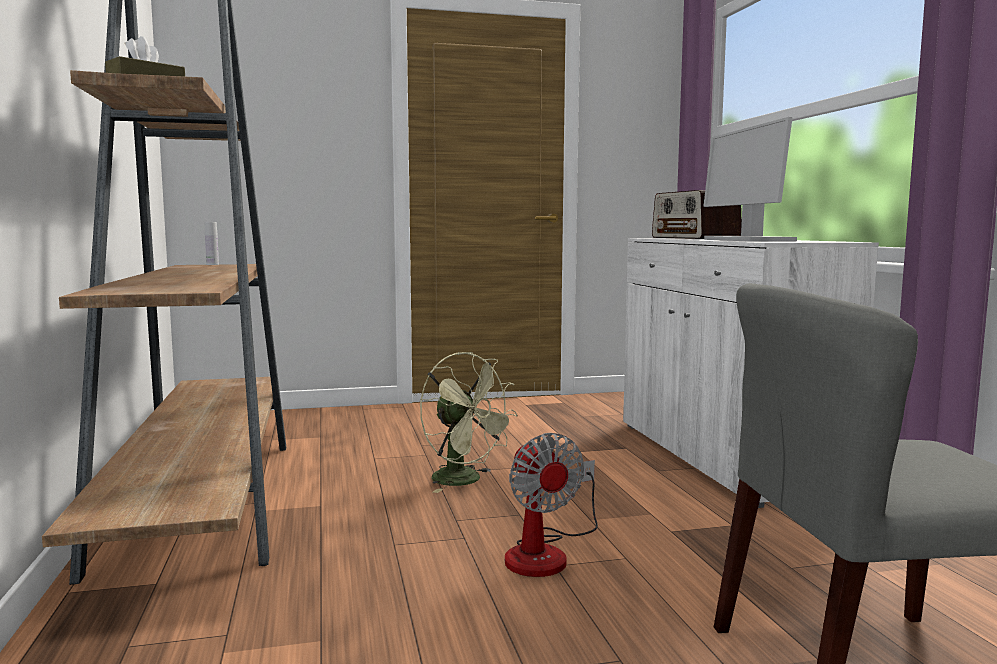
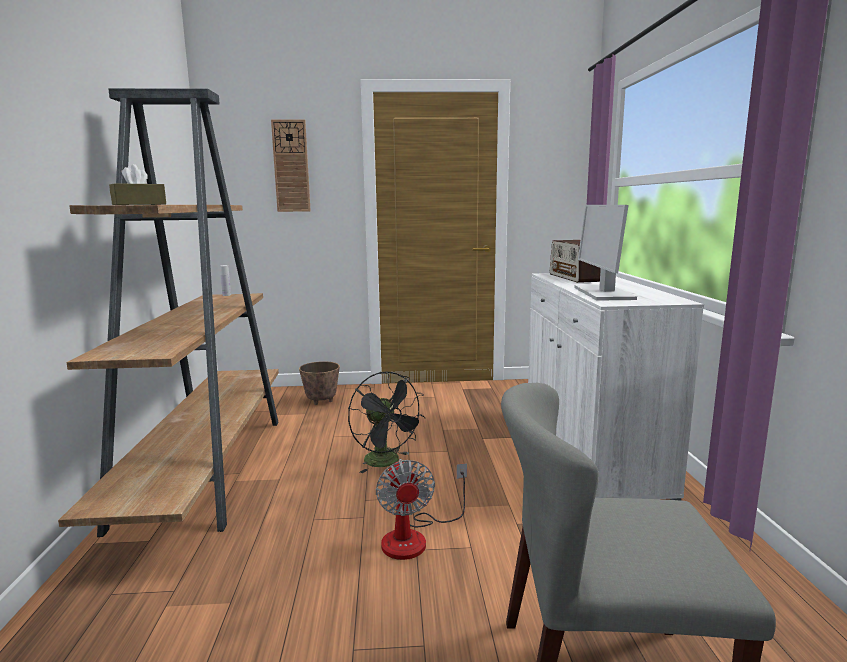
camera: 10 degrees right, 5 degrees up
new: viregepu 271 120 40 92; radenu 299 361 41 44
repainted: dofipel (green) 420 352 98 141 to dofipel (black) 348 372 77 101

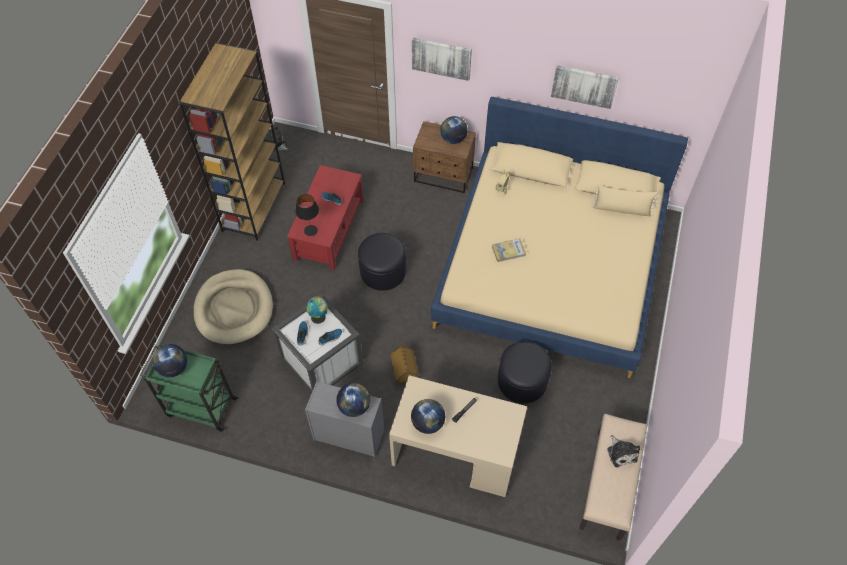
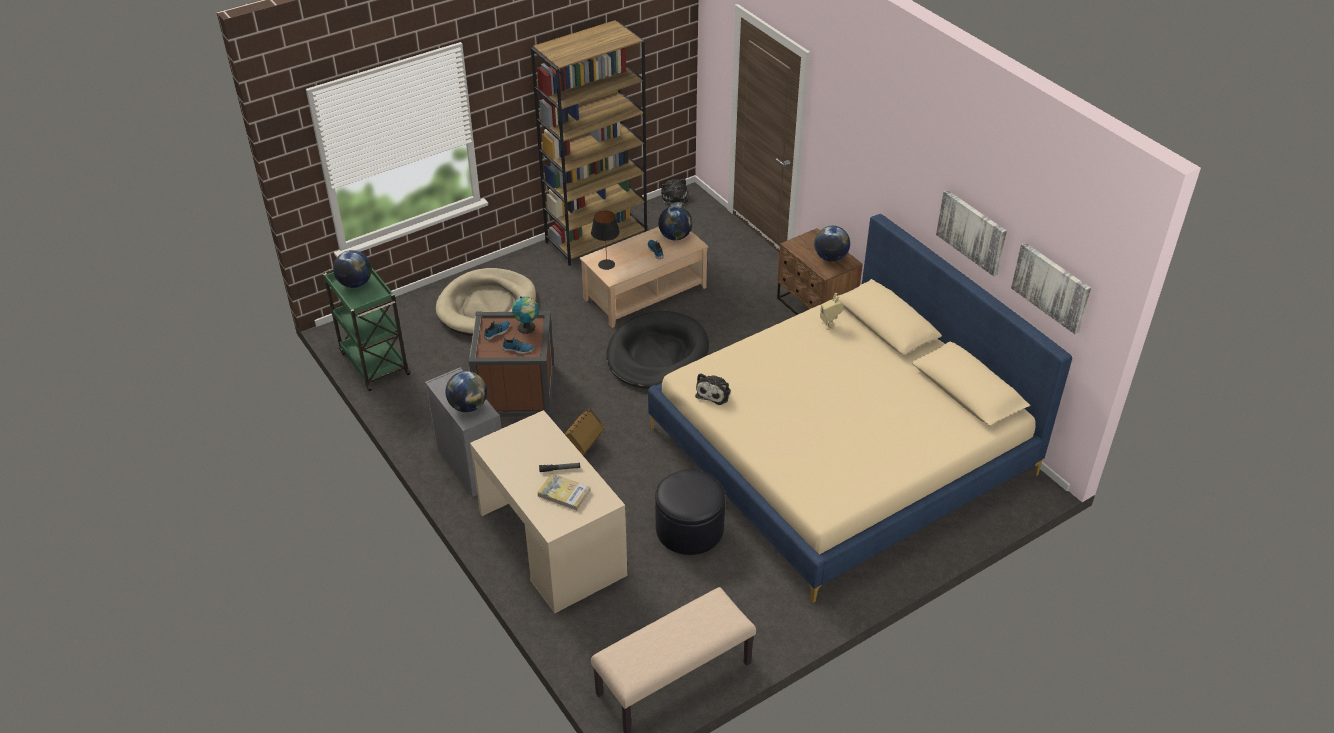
camera: 40 degrees right, 15 degrees down
gone: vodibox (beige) 591 185 68 31
shifted: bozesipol 412 38 60 43 to 1011 243 80 91; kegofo 492 238 34 24 to 537 473 53 38; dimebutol 411 399 34 35 to 658 206 35 34; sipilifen 607 435 33 32 to 695 373 36 32
swapped: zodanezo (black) 358 233 48 58 to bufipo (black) 607 311 102 78
repainted: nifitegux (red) 287 165 77 105 to nifitegux (beige) 580 227 129 101; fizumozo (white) 272 294 91 99 to fizumozo (brown) 468 311 87 106

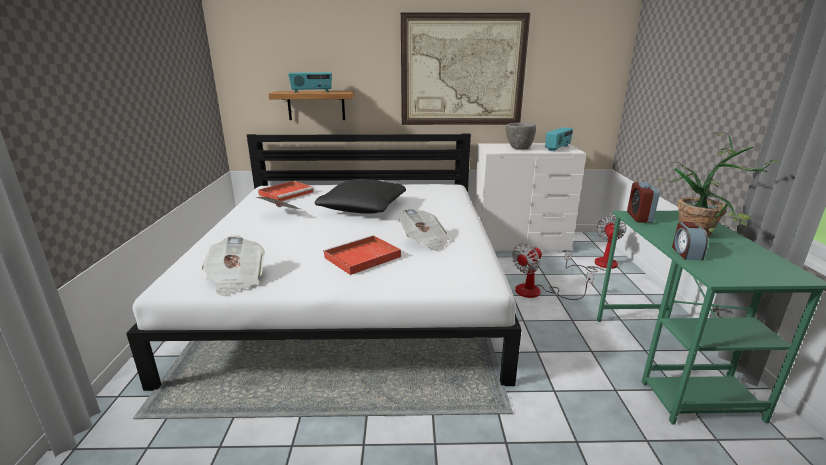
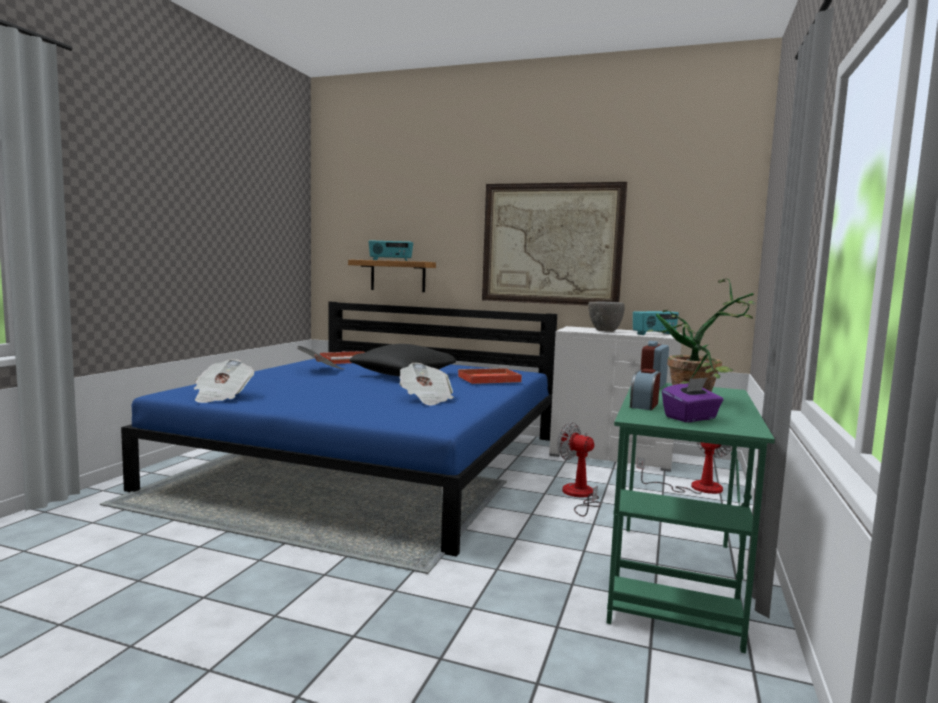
camera: 20 degrees right, 15 degrees down
new: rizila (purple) 662 378 61 44
shifted: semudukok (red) 323 235 78 40 to 458 368 64 16
repainted: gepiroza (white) 126 134 396 257 to gepiroza (blue) 121 302 436 255
rotated: dofipel 512 243 82 57 = 557 422 44 95 60 degrees clockwise

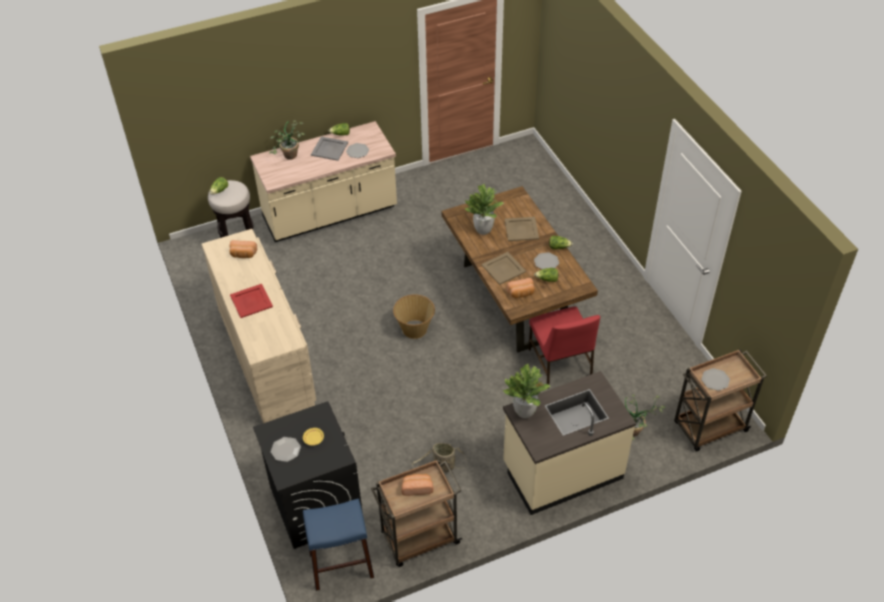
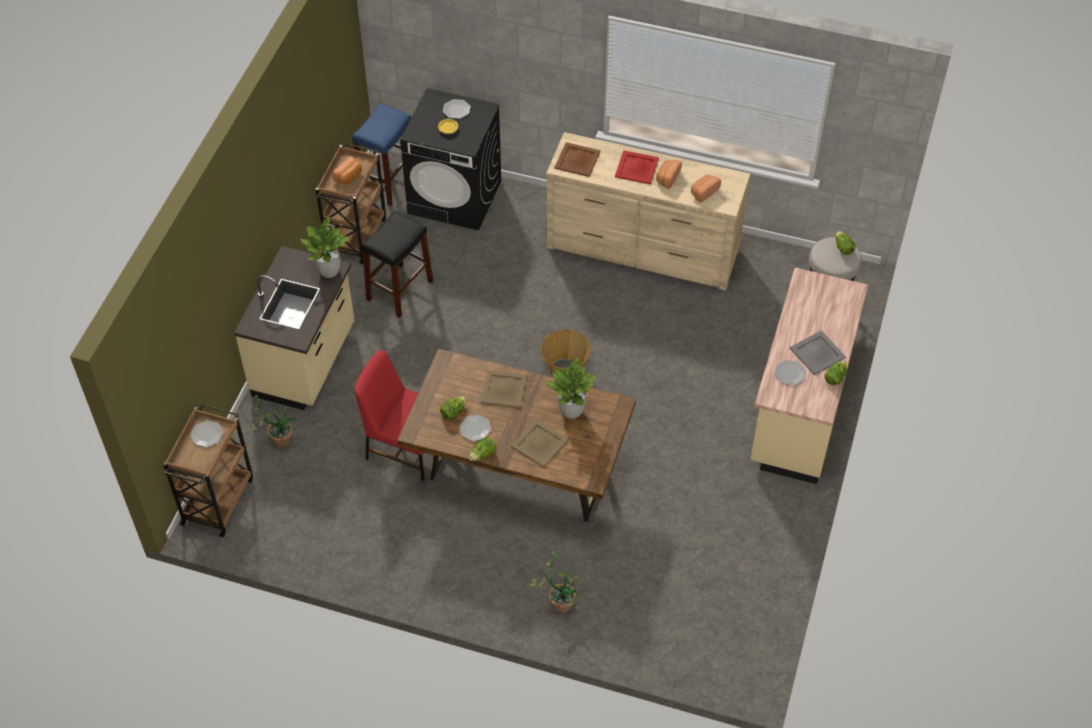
camera: 130 degrees right, 5 degrees up
new: semudukok (brown) 554 142 47 35
shifted: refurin 269 120 36 40 to 530 551 49 62; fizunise 507 278 28 20 to 656 160 26 29
swapped: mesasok 412 443 55 30 to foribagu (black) 361 211 72 107

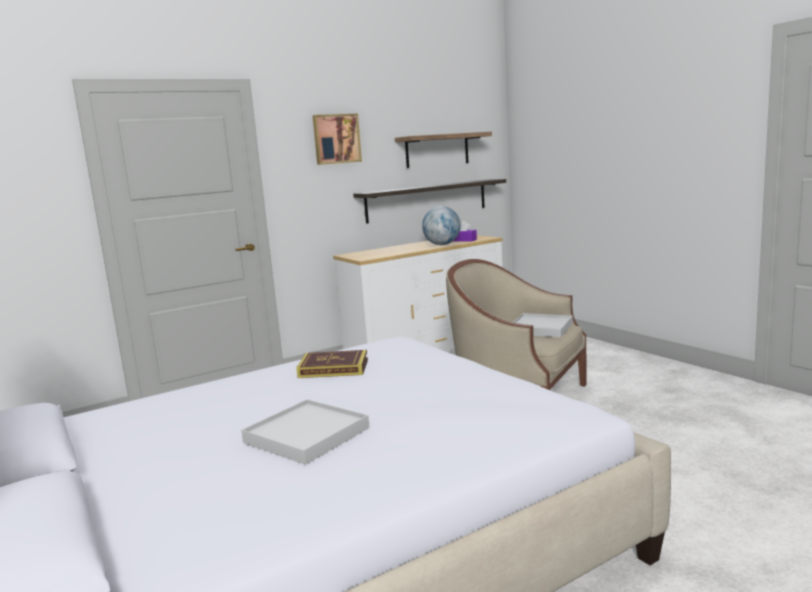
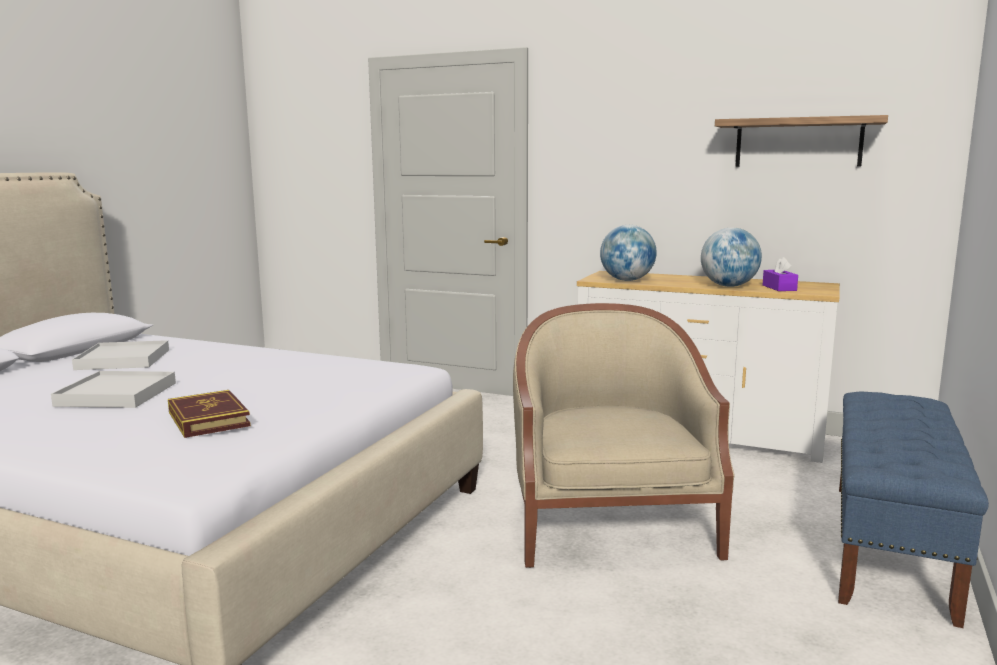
camera: 55 degrees right, 0 degrees up
gone: bozesipol 312 114 50 51; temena 353 179 153 45
new: dimebutol 600 225 57 56; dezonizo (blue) 838 392 151 236
shifted: semudukok (white) 513 313 60 25 to 72 340 97 30; kegofo 296 350 72 28 to 168 390 83 48

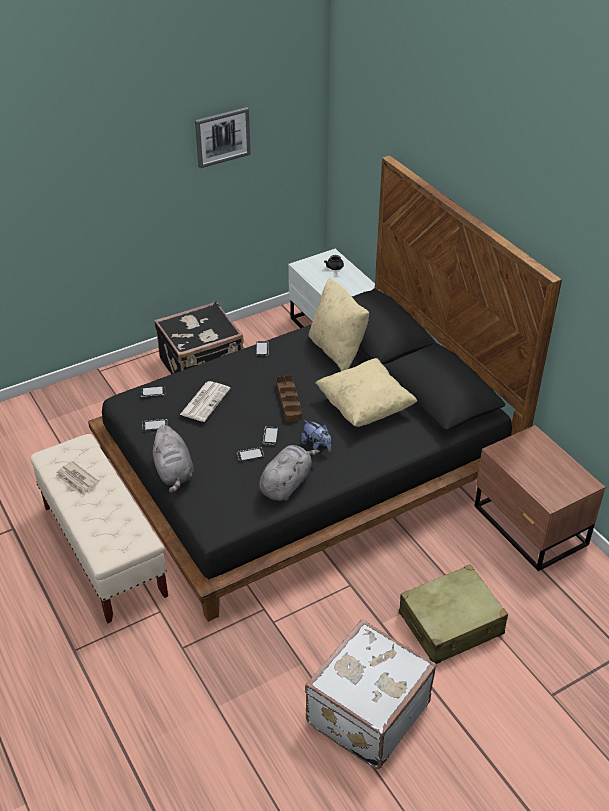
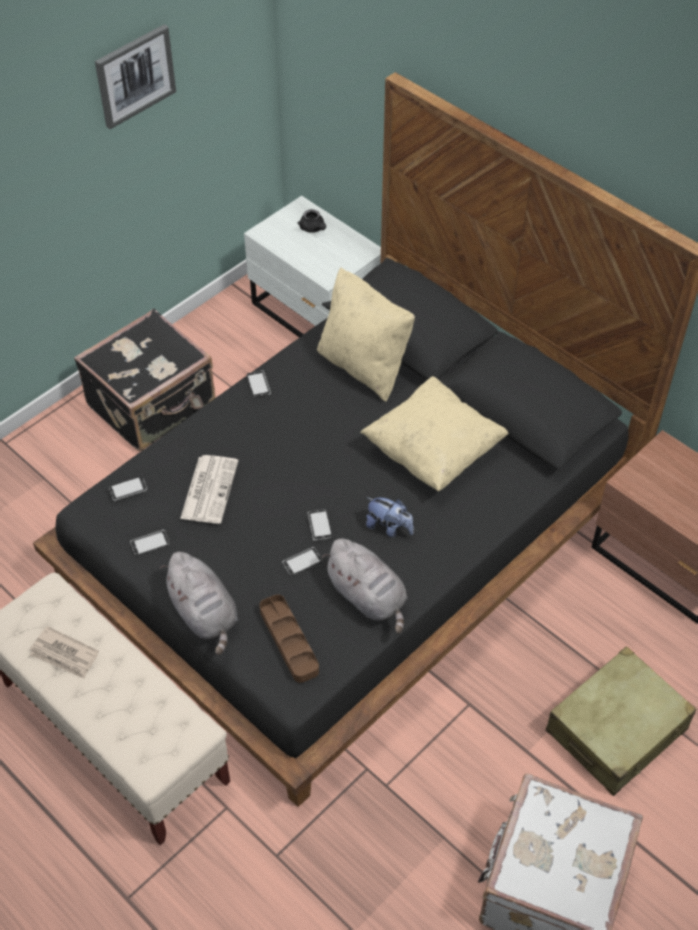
camera: 15 degrees left, 10 degrees up
shifted: semudukok (brown) 276 375 26 47 to 260 594 59 89
rotated: sipilifen (grey) 259 445 61 56 = 322 539 86 95 120 degrees clockwise

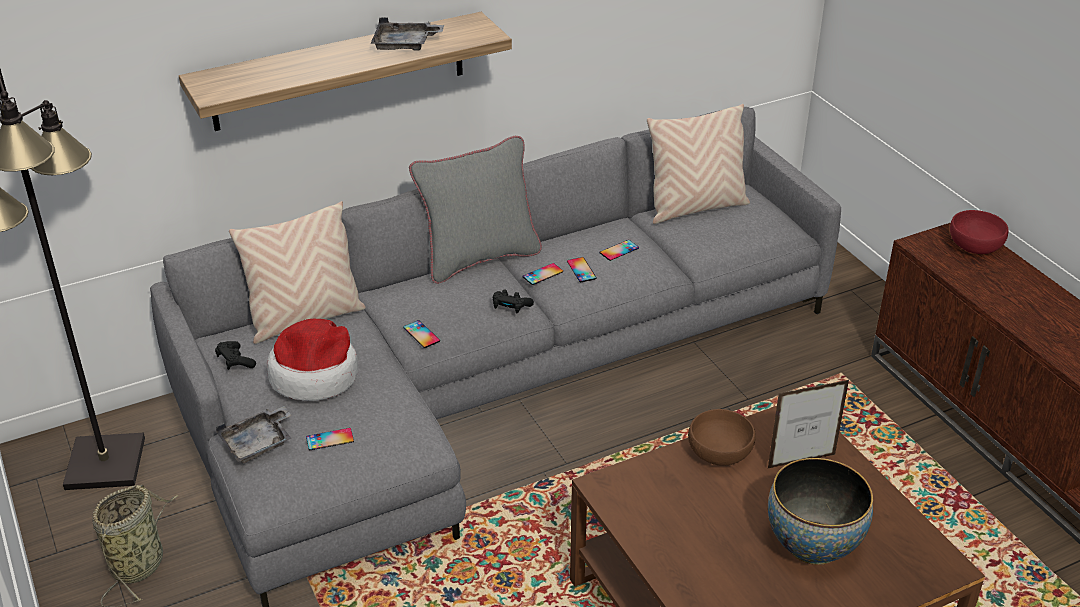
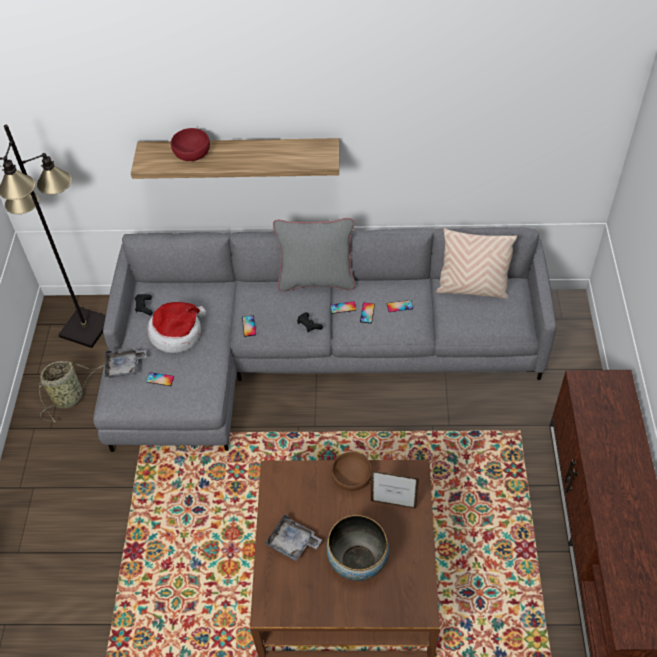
camera: 30 degrees right, 15 degrees up
gone: vodibox (beige) 229 201 137 143
shifted: semudukok (grey) 371 17 73 34 to 264 514 58 47; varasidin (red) 950 210 59 44 to 171 128 39 33

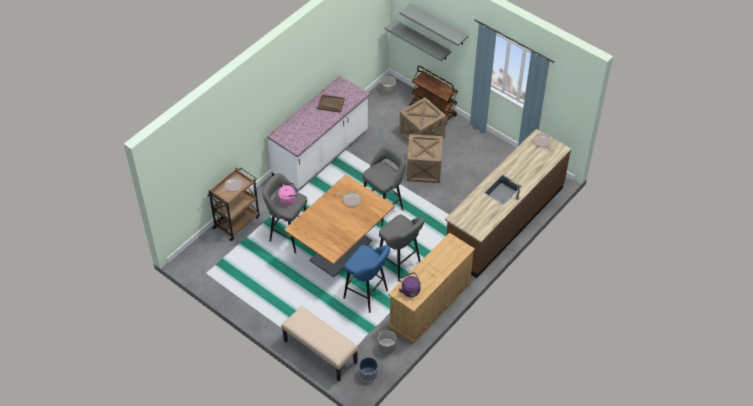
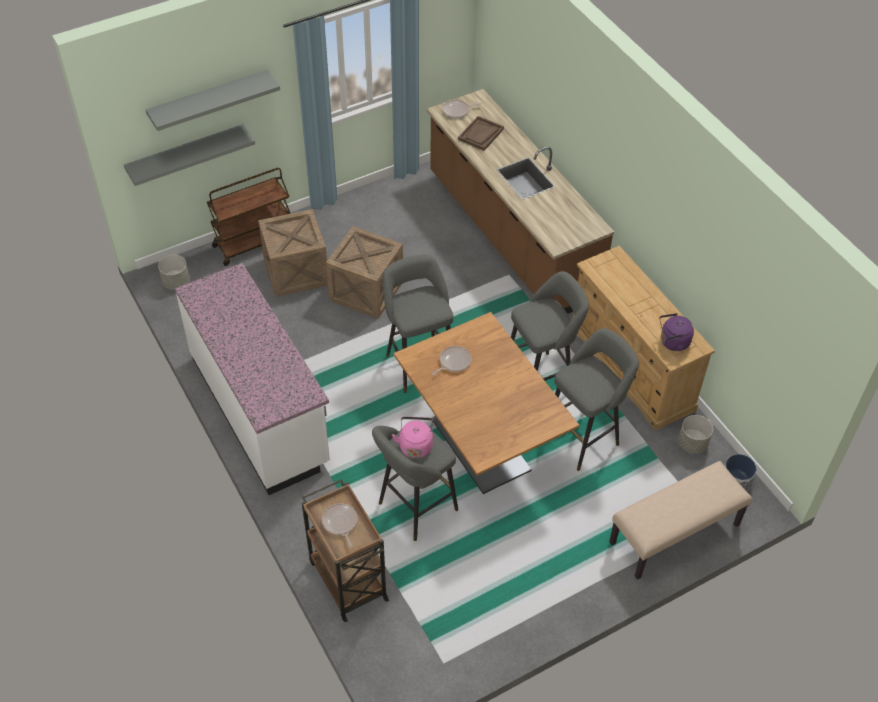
camera: 70 degrees left, 0 degrees up
shifted: semudukok (brown) 317 95 28 18 to 458 116 46 35
repainted: foribagu (blue) 343 245 47 68 to foribagu (grey) 555 328 84 143

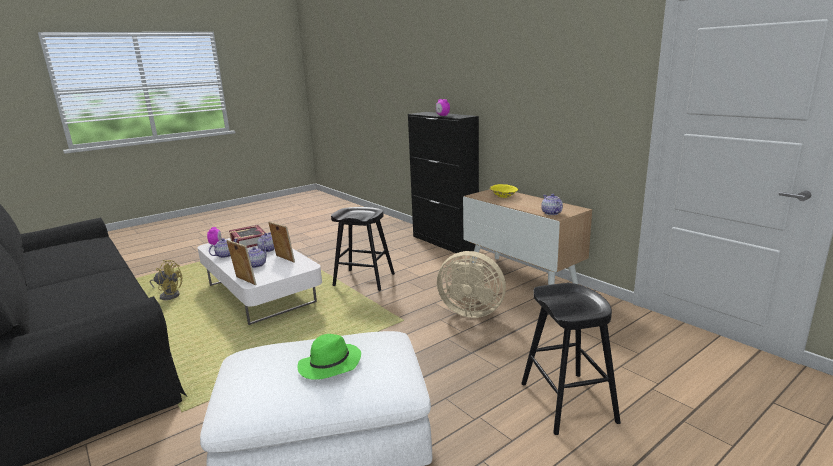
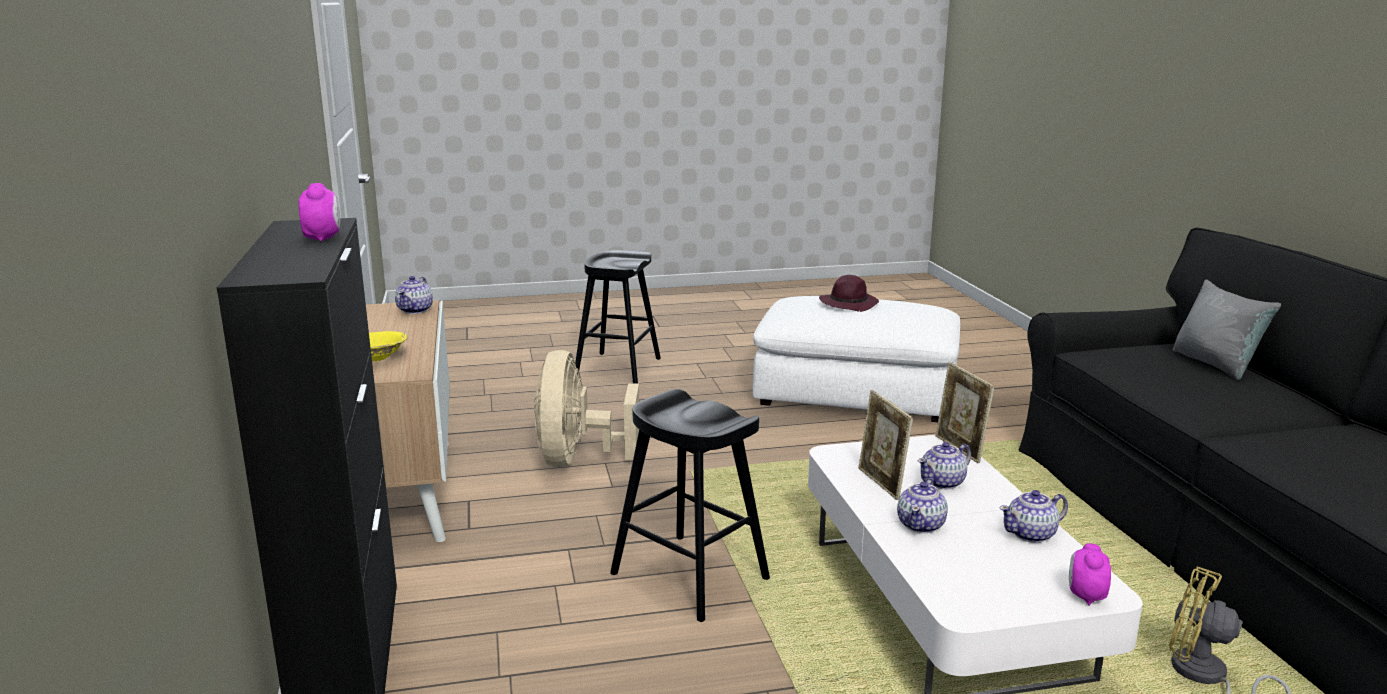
camera: 155 degrees left, 0 degrees up
gone: kegofo 229 225 37 23
new: vodibox (grey) 1173 280 108 100
repainted: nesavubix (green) 298 334 63 46 to nesavubix (purple) 819 275 60 37
rotated: dofipel (beige) 437 251 69 67 = 534 350 105 117 135 degrees counterclockwise

